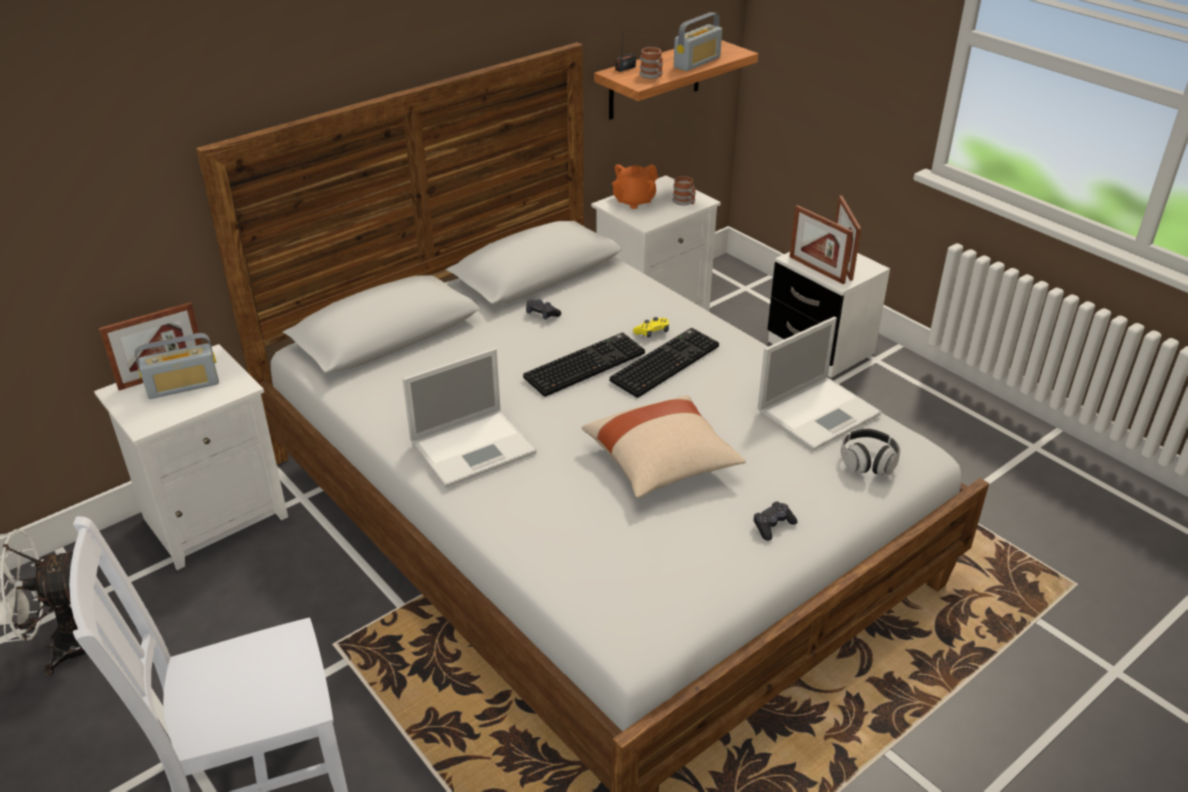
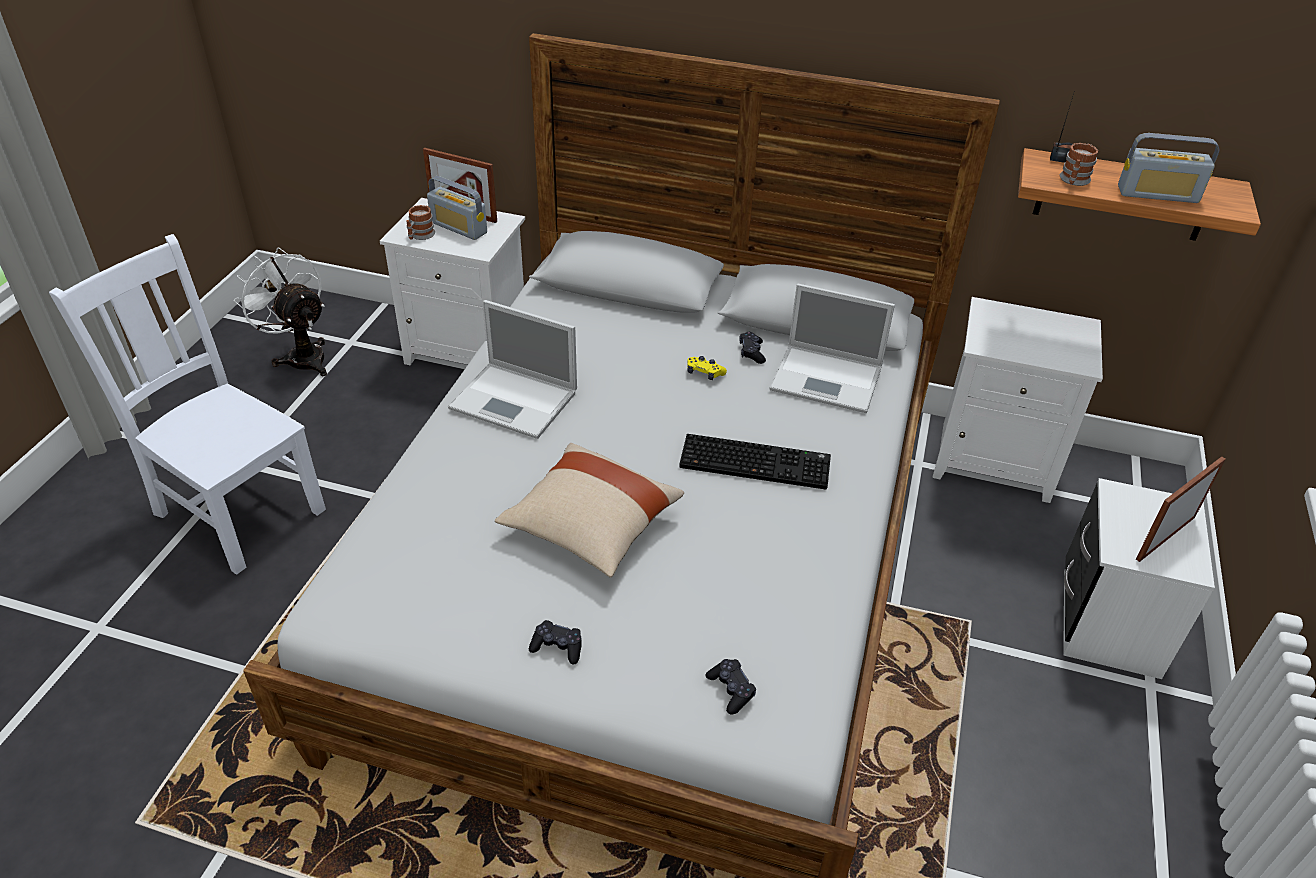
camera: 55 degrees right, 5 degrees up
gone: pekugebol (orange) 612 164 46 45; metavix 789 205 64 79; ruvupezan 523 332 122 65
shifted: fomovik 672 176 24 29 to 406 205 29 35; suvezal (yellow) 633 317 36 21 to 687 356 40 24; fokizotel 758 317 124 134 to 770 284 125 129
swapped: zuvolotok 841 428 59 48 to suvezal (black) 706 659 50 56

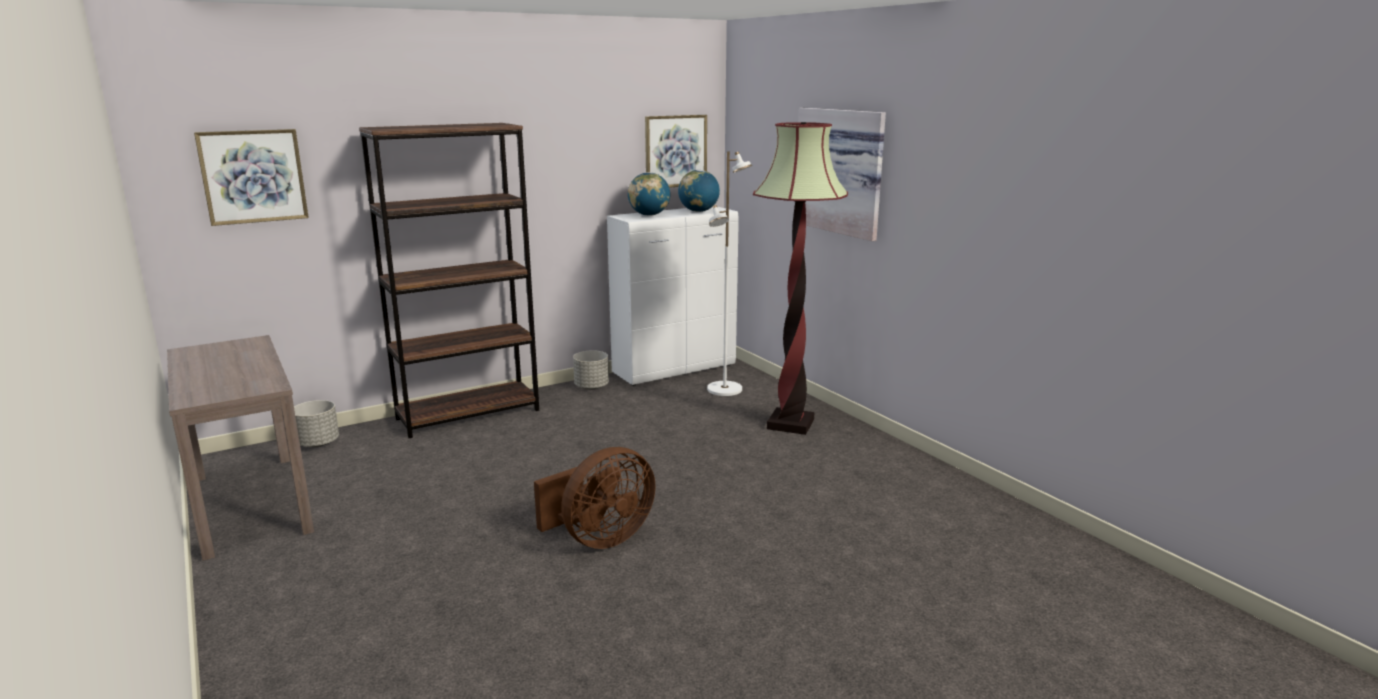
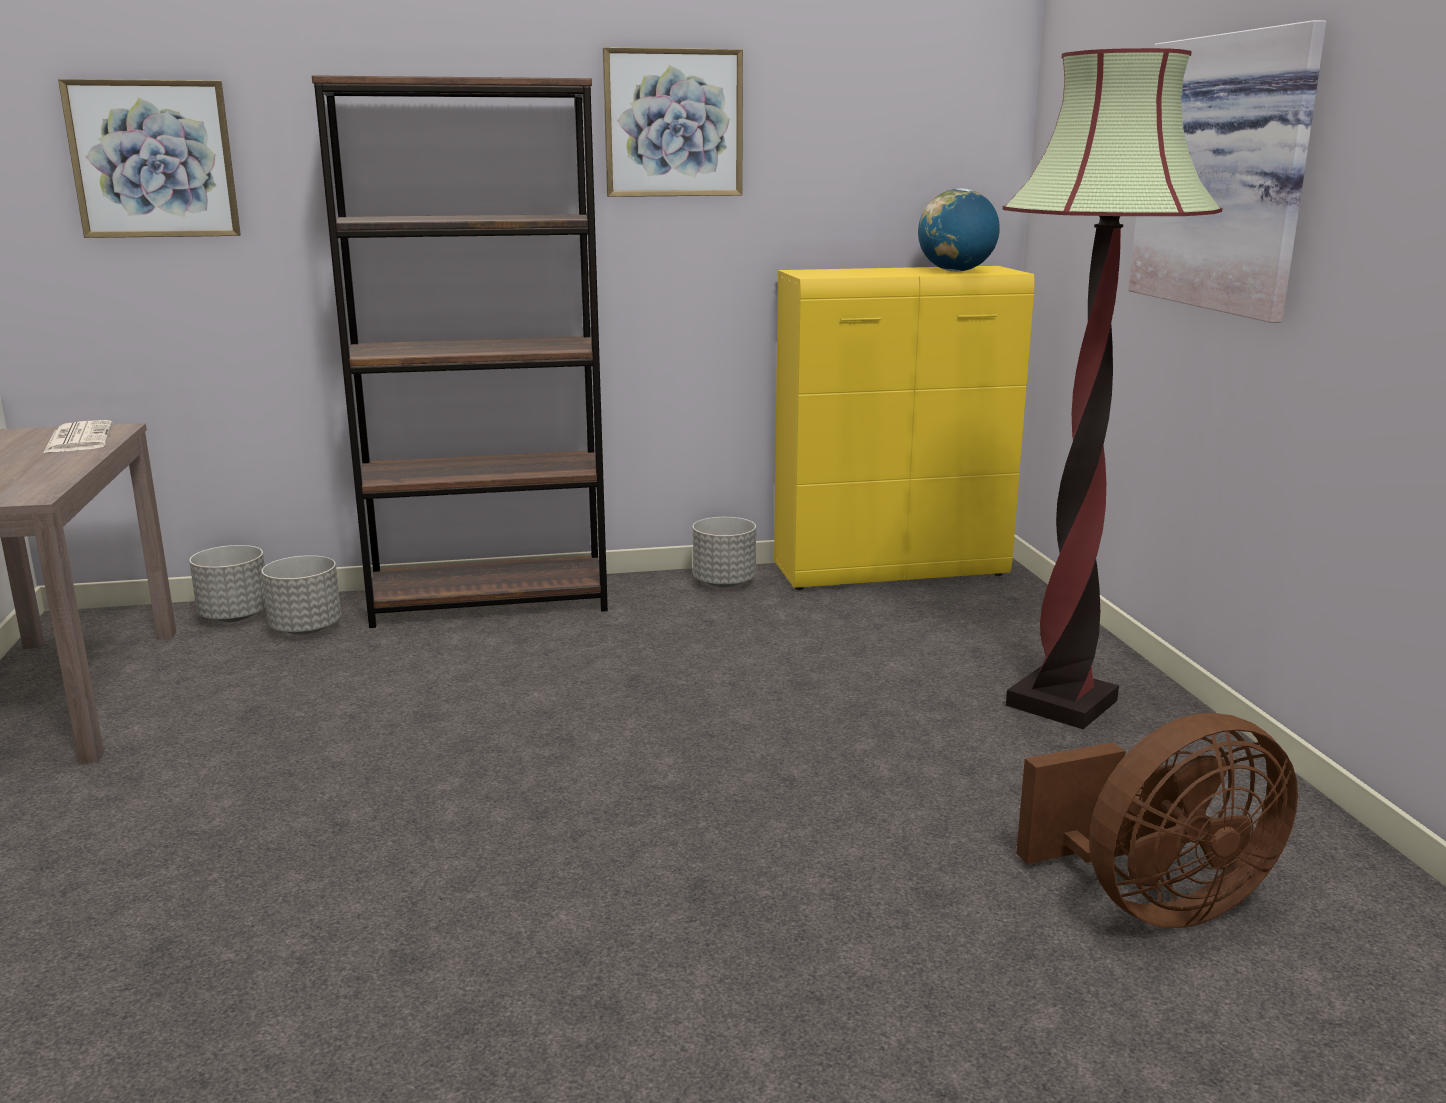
camera: 20 degrees right, 0 degrees up
gone: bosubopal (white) 707 151 45 245; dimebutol 628 172 42 44
new: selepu 43 420 69 33; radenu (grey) 261 555 80 80
shifted: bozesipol 645 115 62 73 to 603 47 140 150; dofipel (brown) 534 447 121 102 to 1016 713 282 215
repainted: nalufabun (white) 607 207 132 179 to nalufabun (yellow) 774 266 261 324

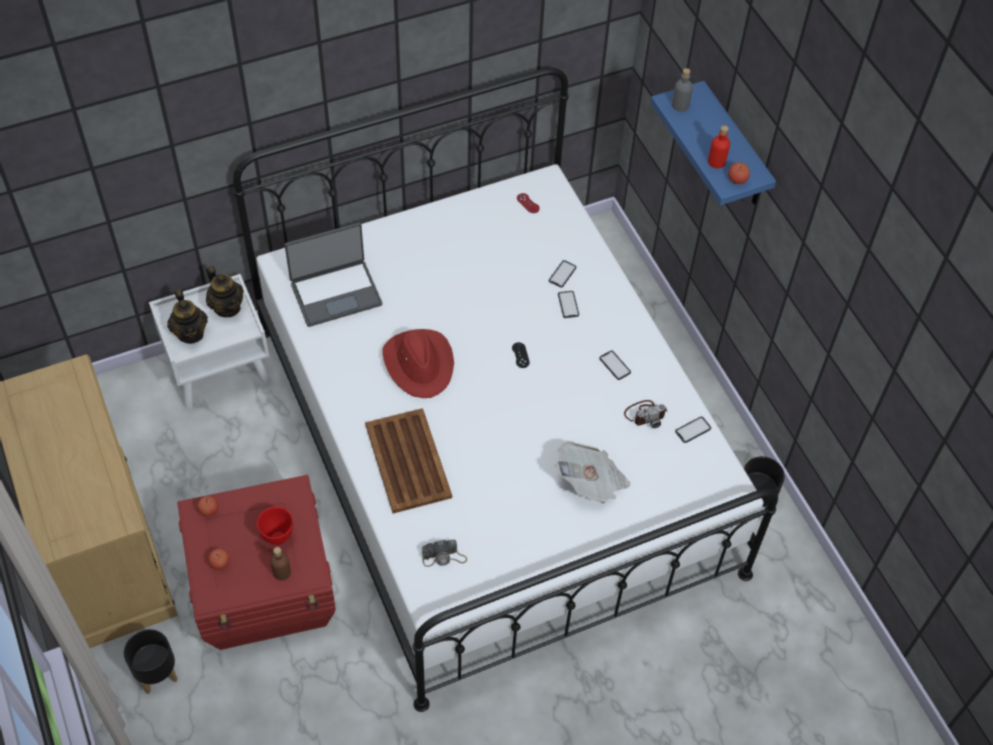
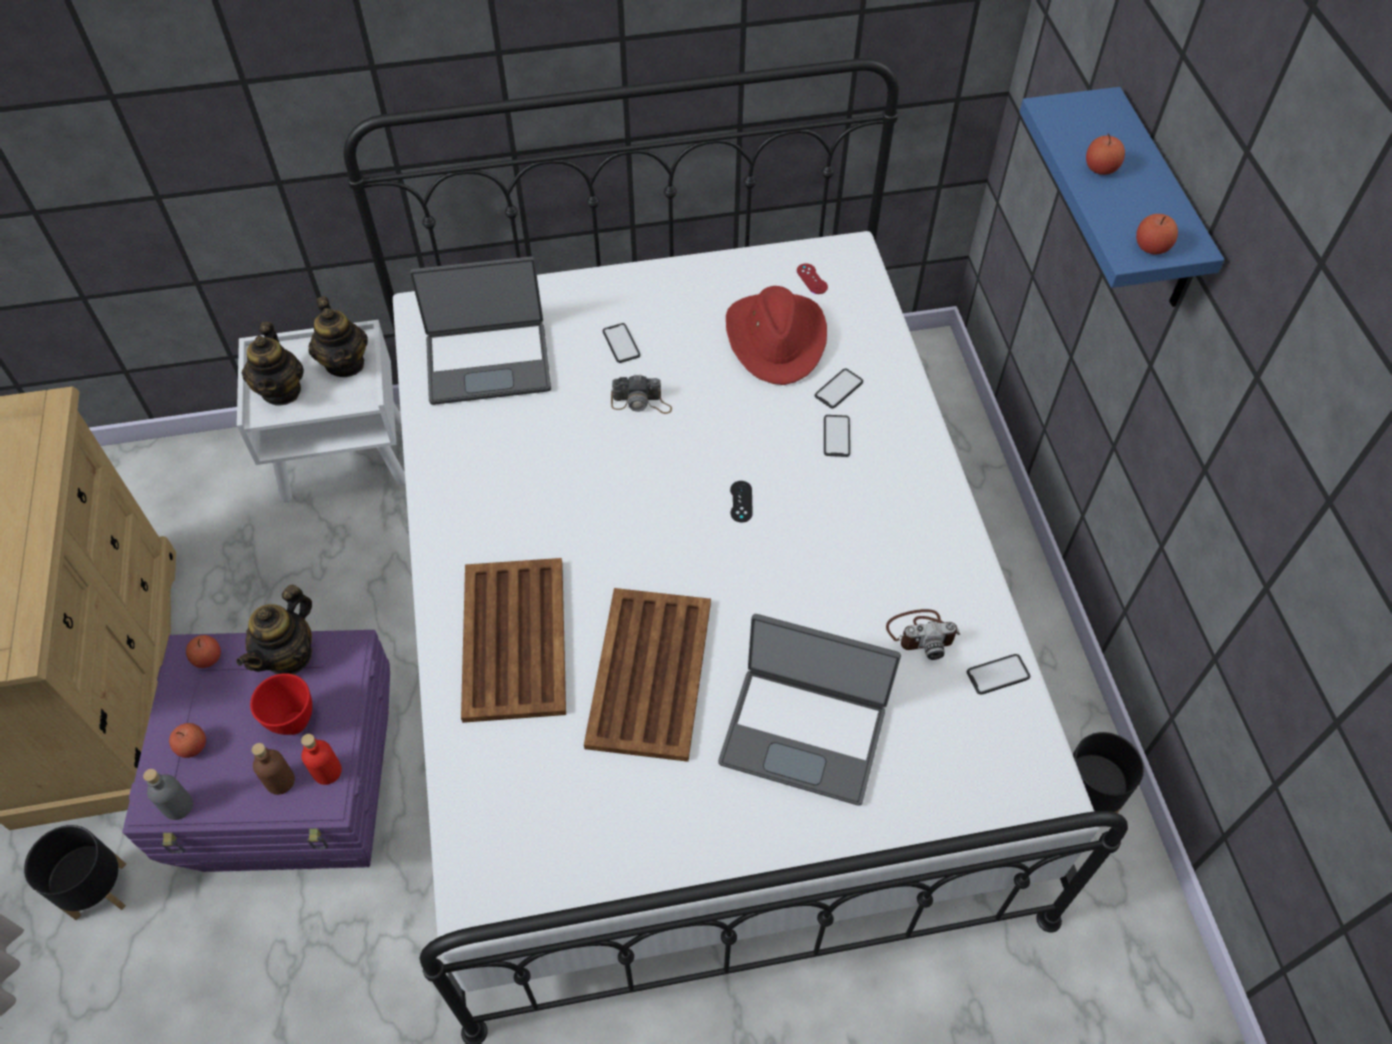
camera: 15 degrees right, 0 degrees up
new: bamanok 1086 134 39 41; pekugebol 236 584 76 91; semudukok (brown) 584 588 127 174
shifted: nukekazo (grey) 672 68 21 44 to 143 769 50 51; nukekazo (red) 708 125 22 43 to 301 734 41 51; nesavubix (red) 382 329 72 69 to 726 286 101 99; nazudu 599 350 32 30 to 603 323 37 40; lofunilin 422 539 45 28 to 611 374 61 40
swapped: selepu 555 441 75 63 to fokizotel 718 614 183 192
repainted: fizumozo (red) 177 475 159 175 to fizumozo (purple) 122 630 268 242

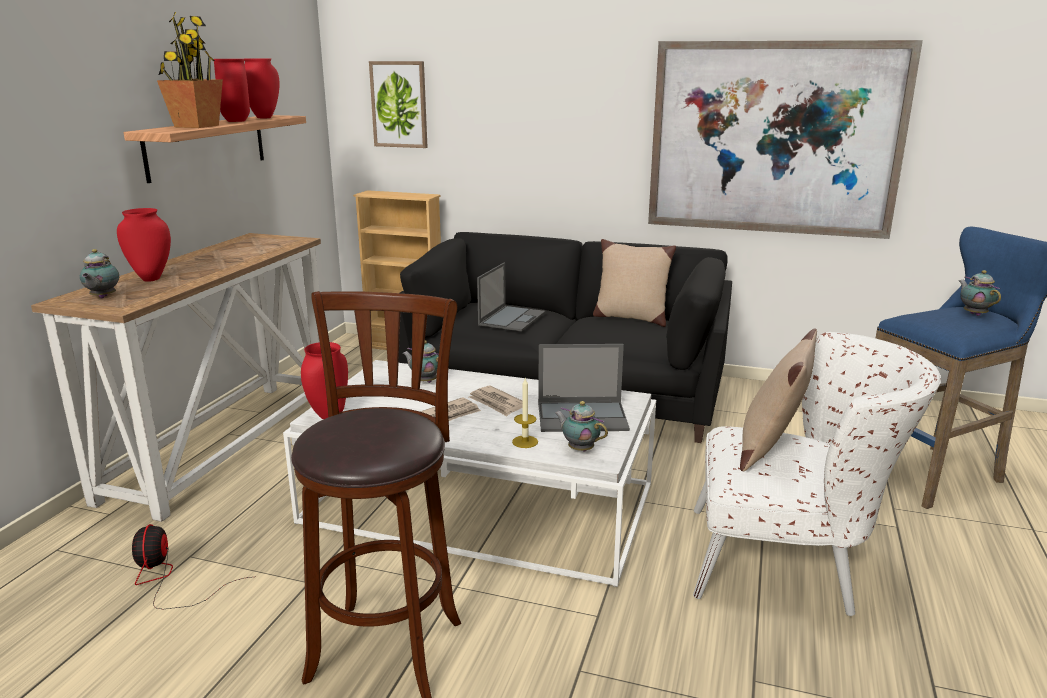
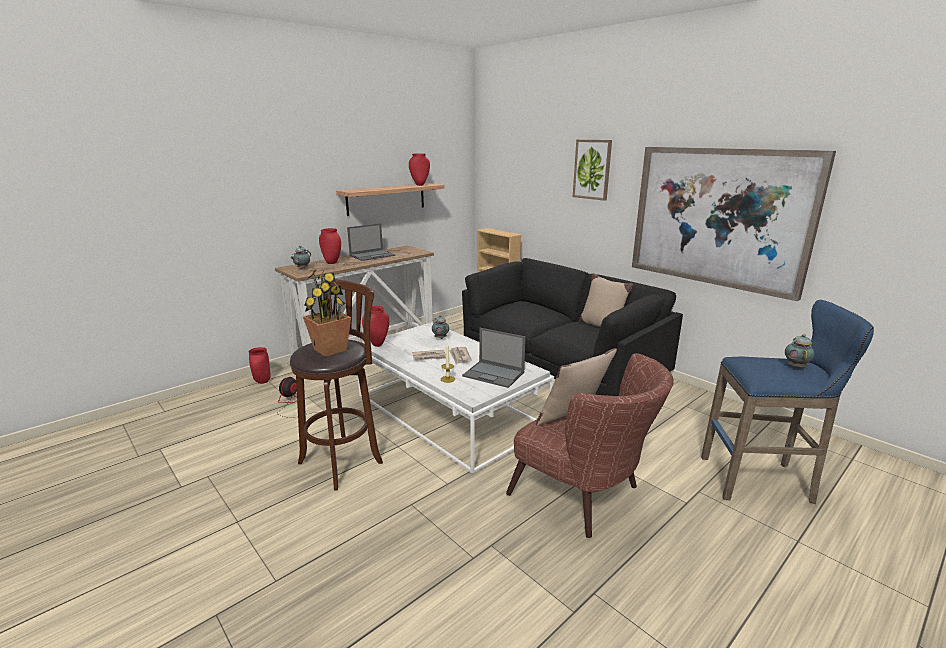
camera: 30 degrees right, 0 degrees up
gone: pekugebol 555 401 53 51
shifted: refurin 157 12 66 116 to 303 270 48 87; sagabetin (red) 214 59 36 63 to 249 347 22 37; bozesipol 369 61 59 87 to 573 140 39 61; fokizotel 477 263 68 68 to 347 224 48 37
repainted: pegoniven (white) 693 332 248 284 to pegoniven (brown) 506 353 168 185

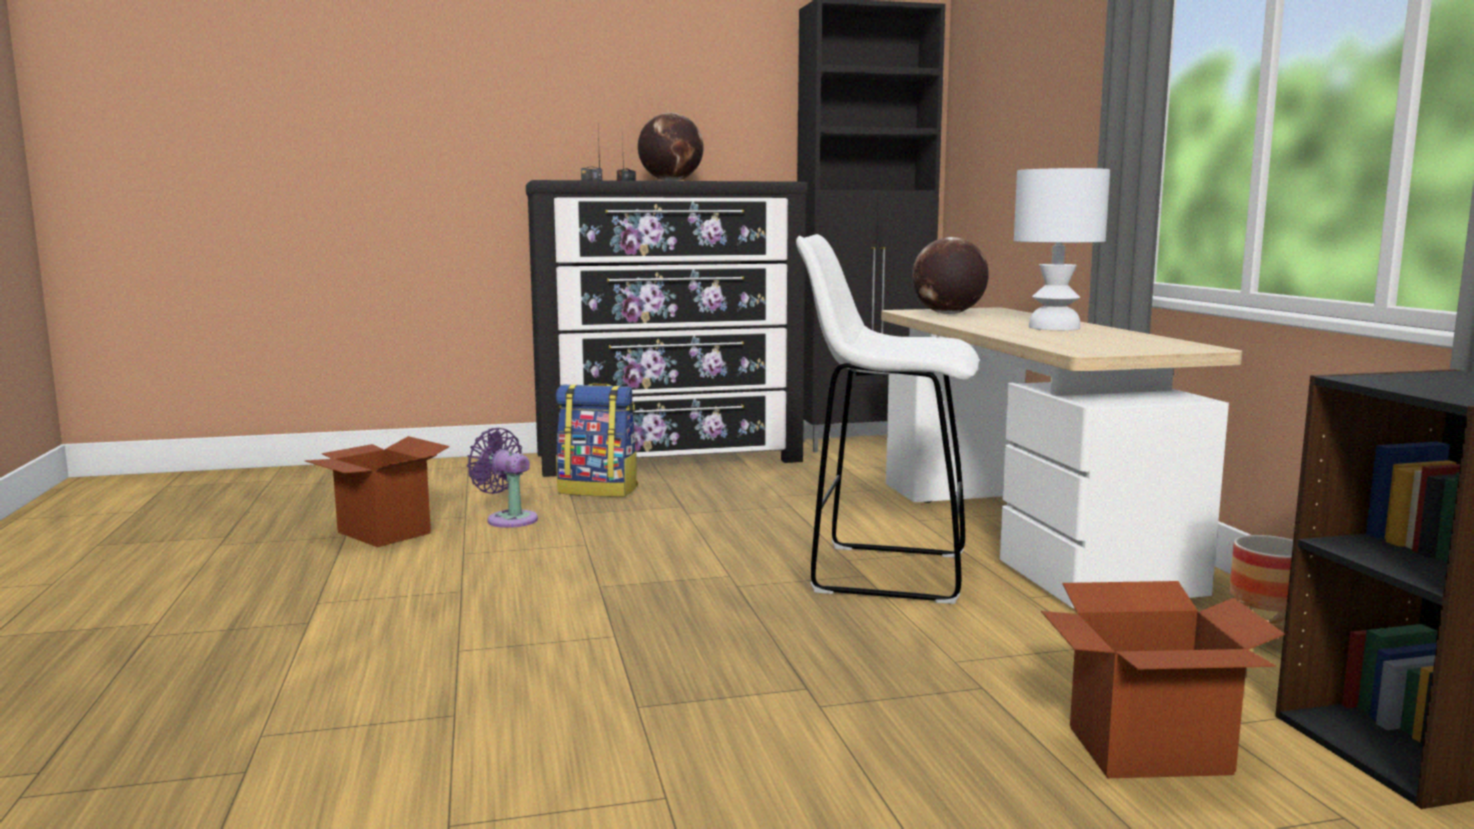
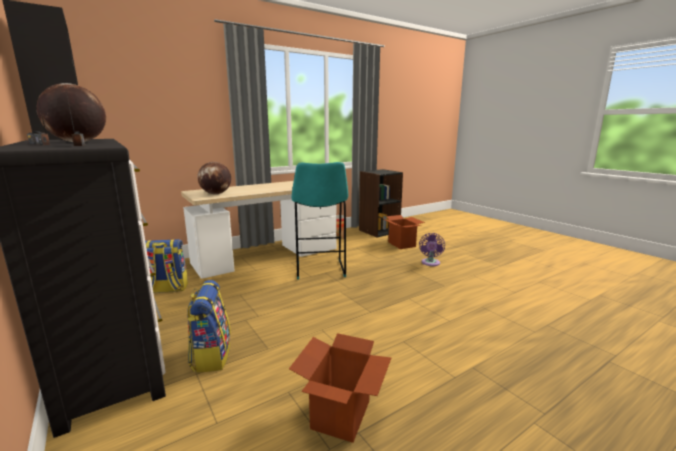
camera: 110 degrees left, 5 degrees up
gone: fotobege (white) 1014 168 96 162
new: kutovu 145 239 43 54
shifted: dofipel (purple) 467 428 71 100 to 419 233 26 33
repainted: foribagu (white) 796 234 183 370 to foribagu (turquoise) 291 162 57 118

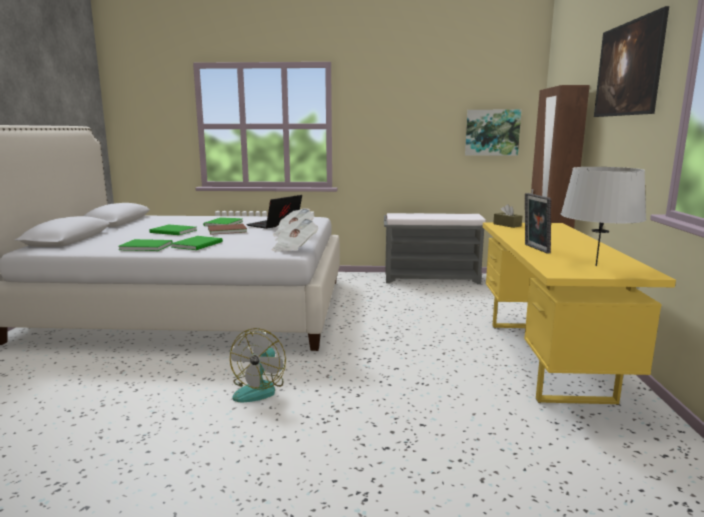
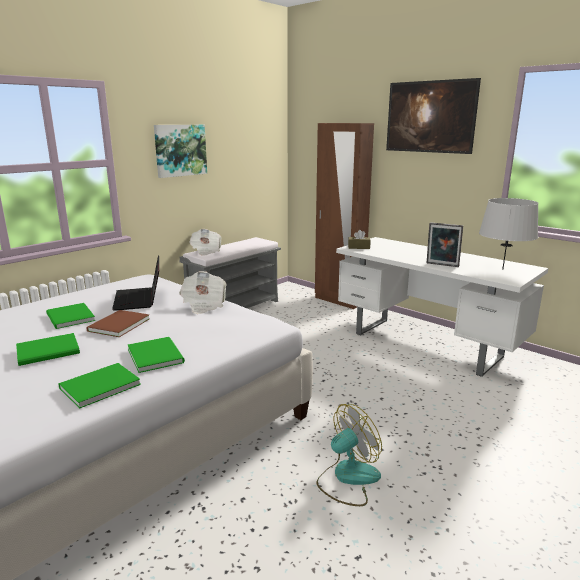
camera: 50 degrees left, 5 degrees up
shifted: bozesipol 465 110 56 46 to 154 125 53 53; selepu 272 218 46 34 to 189 229 32 27
repainted: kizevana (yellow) 483 222 193 183 to kizevana (white) 336 237 212 140
rotated: dofipel 230 328 56 74 = 316 404 66 102 90 degrees counterclockwise

